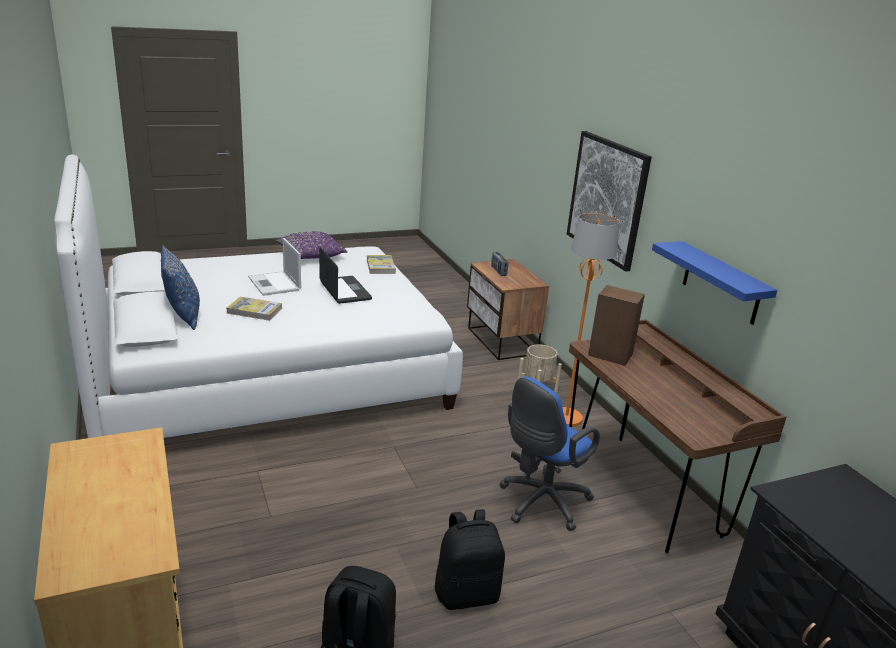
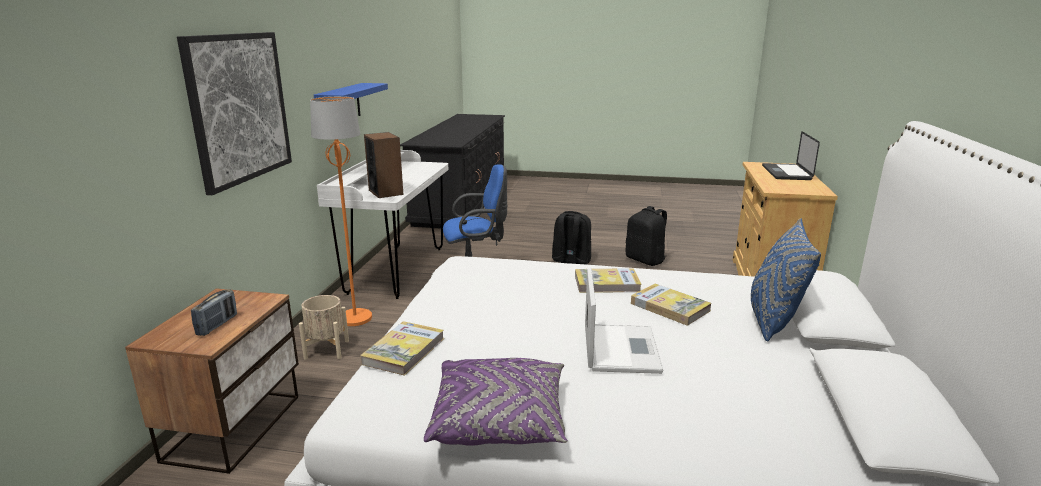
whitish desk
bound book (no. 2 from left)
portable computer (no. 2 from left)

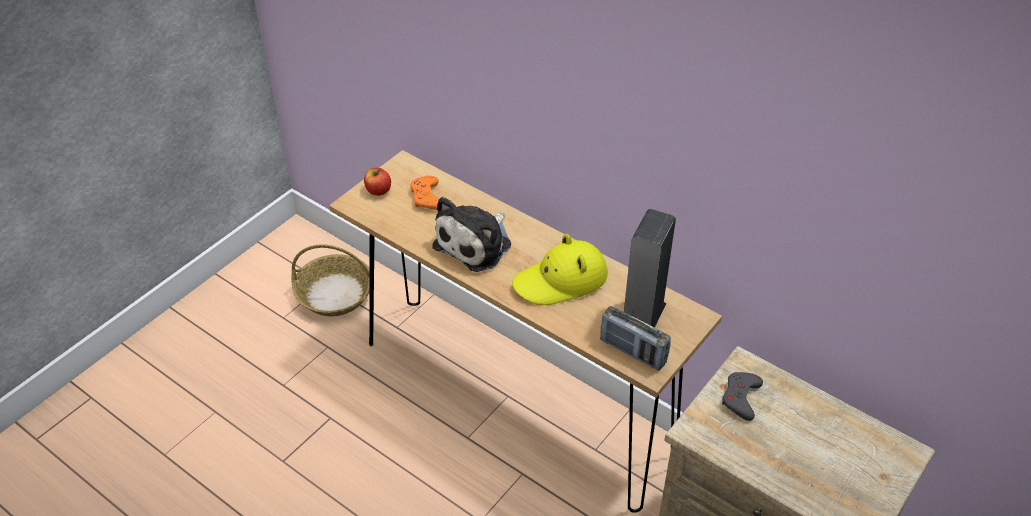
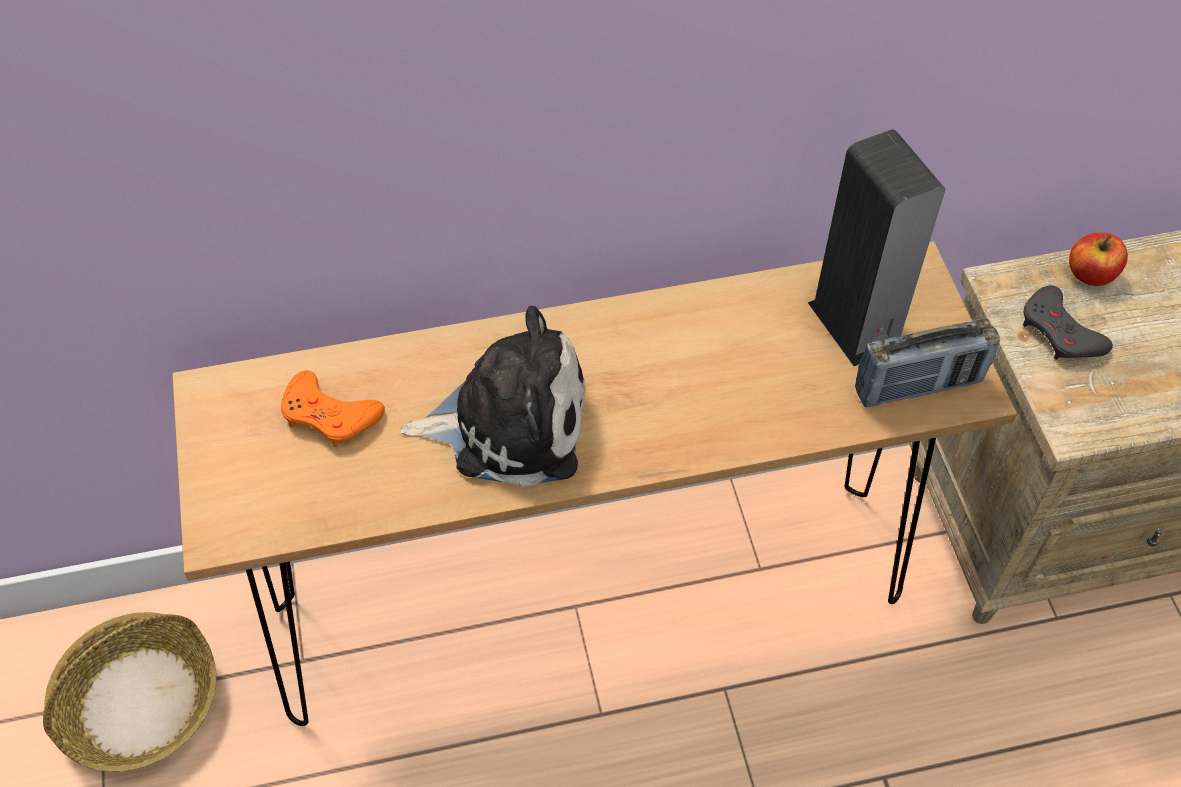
plush toy
whole apple
yellowish hat

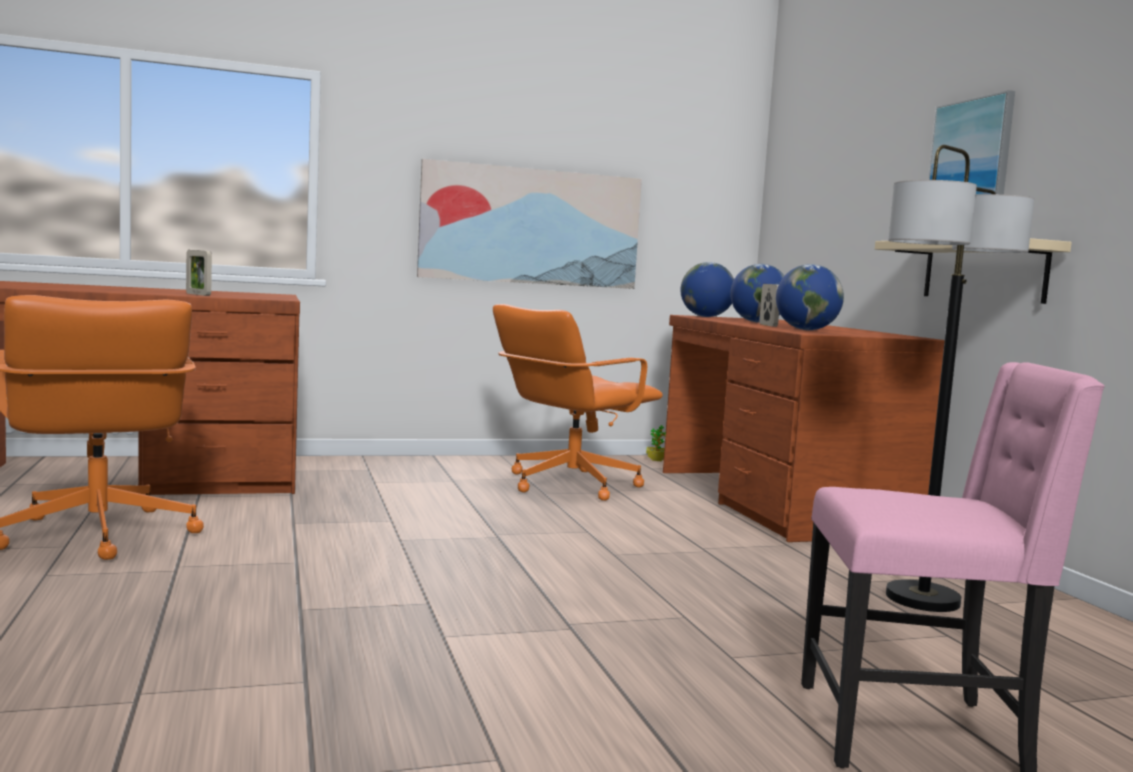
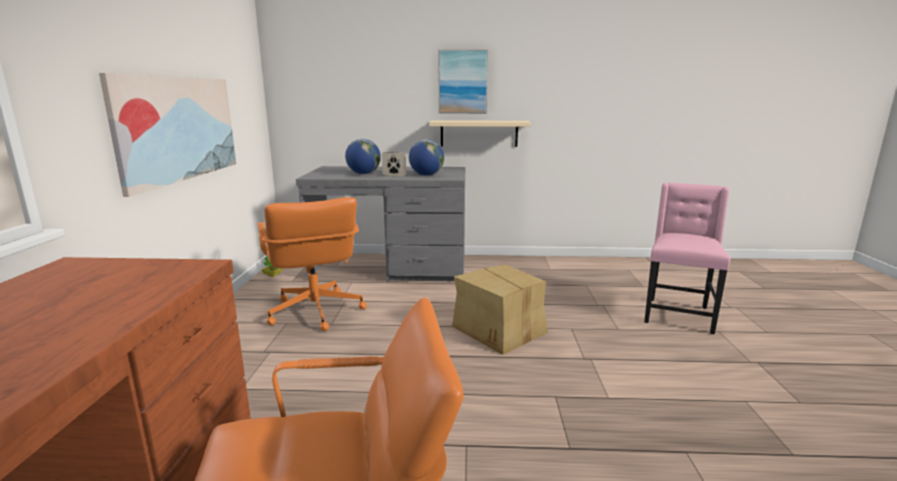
greyish desk
packing box
photo frame (no. 1 from left in the first image)
world globe (no. 1 from left in the first image)
floor lamp

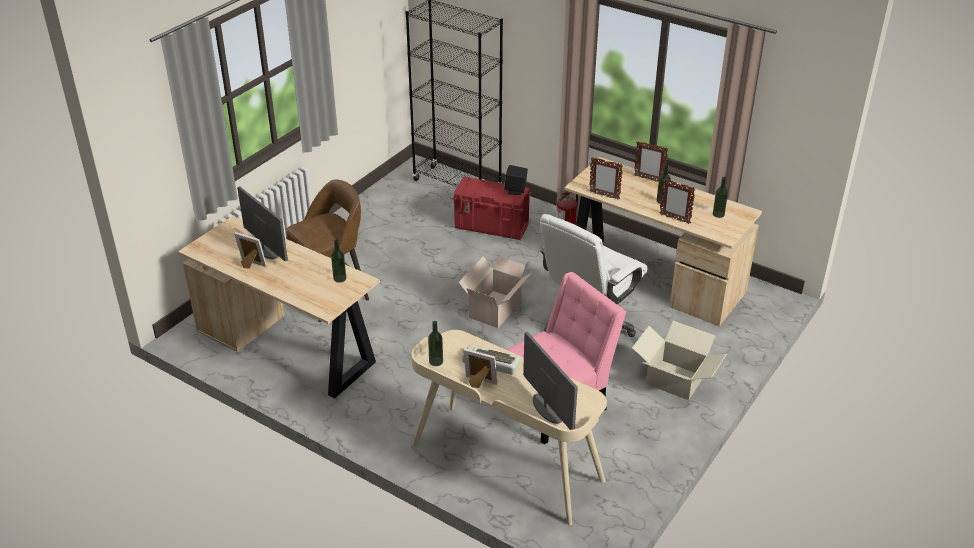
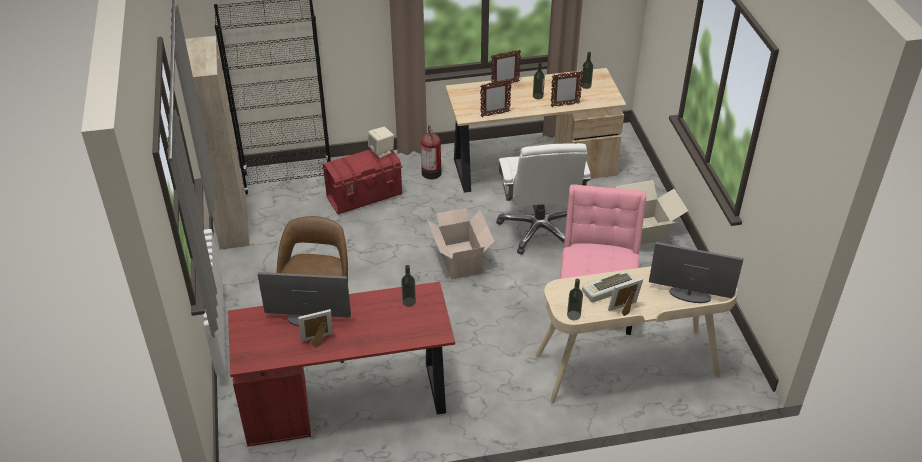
beige cabinet
reddish desk
beige audio speaker

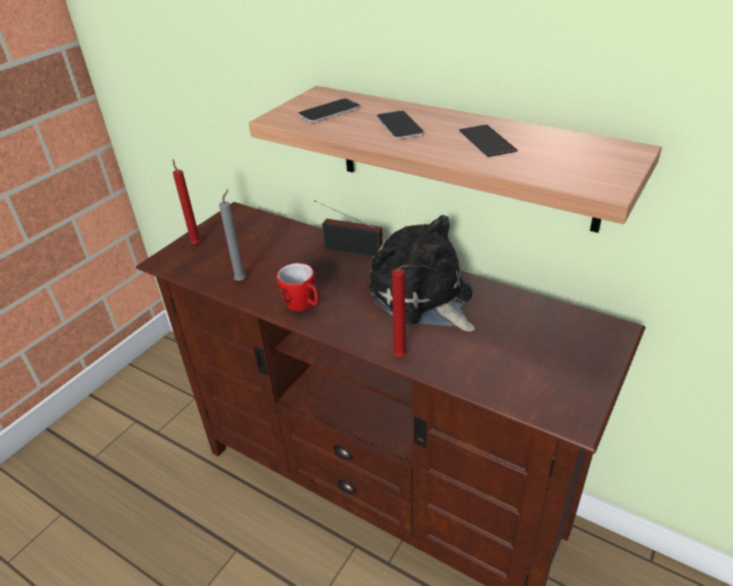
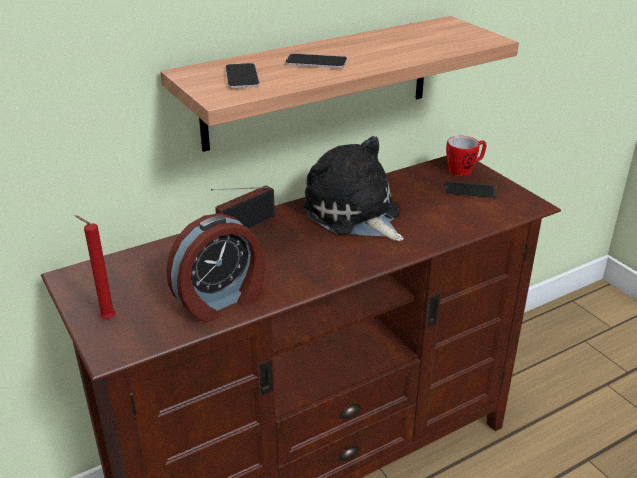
table clock
plush toy
telephone (no. 3 from left)
mug
reddish candle (no. 2 from left in the first image)

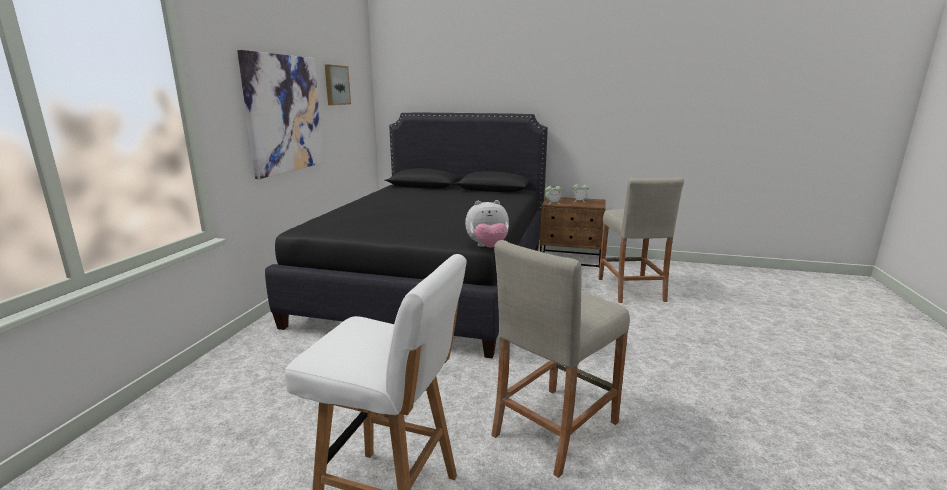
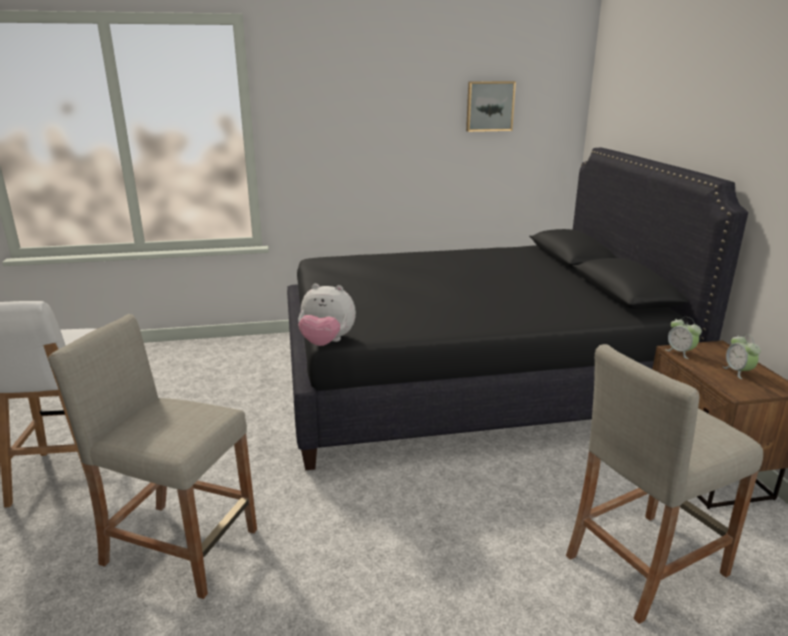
plush toy
picture (no. 1 from left in the first image)

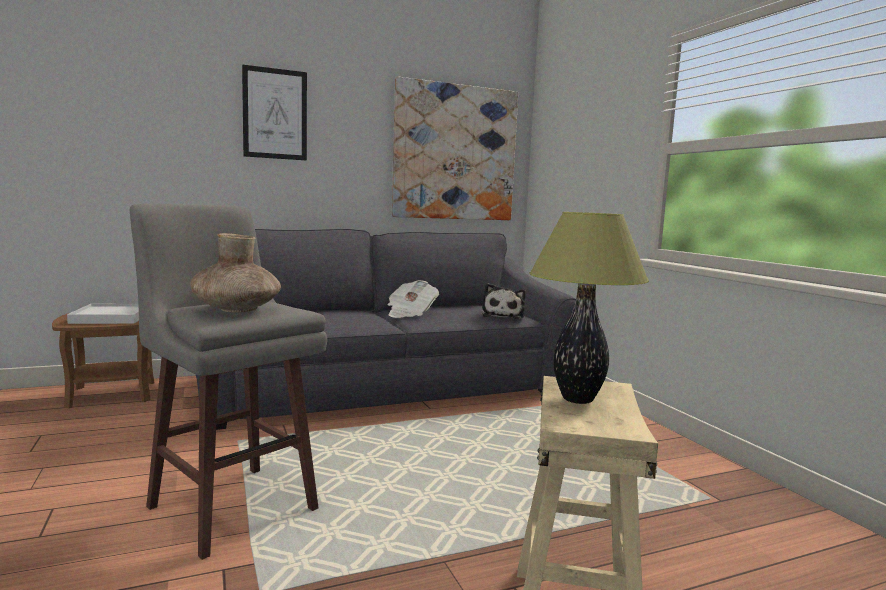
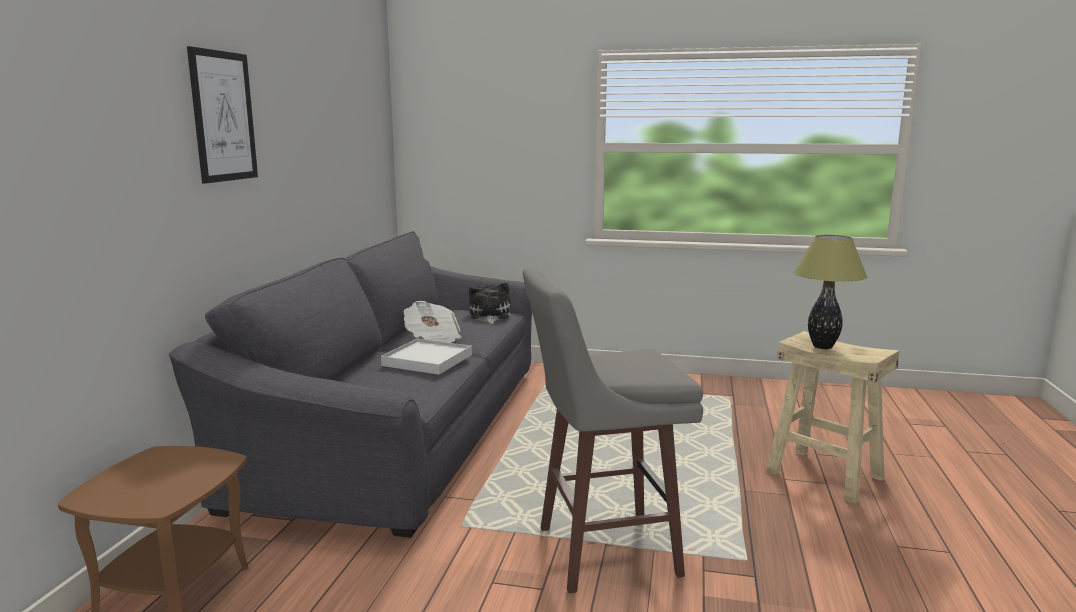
whitish tray
plush toy
brownish flower vase
picture (no. 2 from left in the first image)

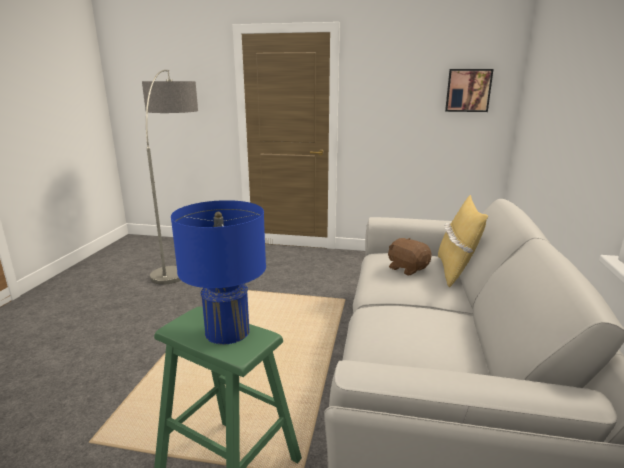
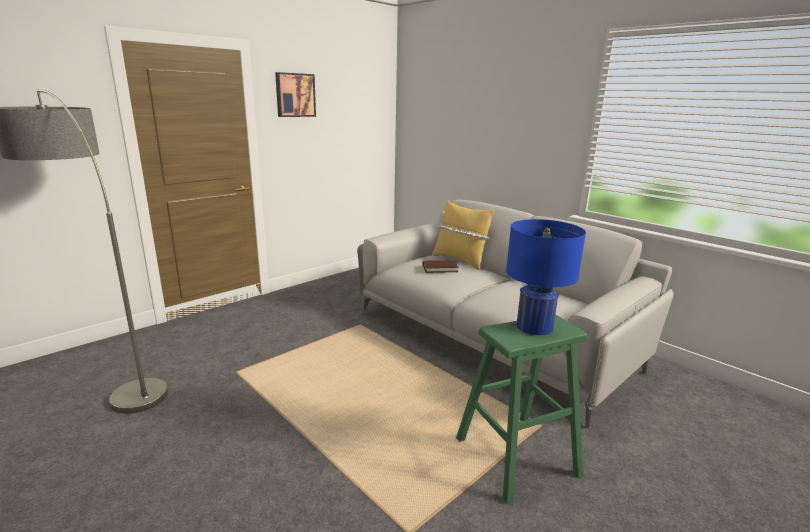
picture
brownish bound book

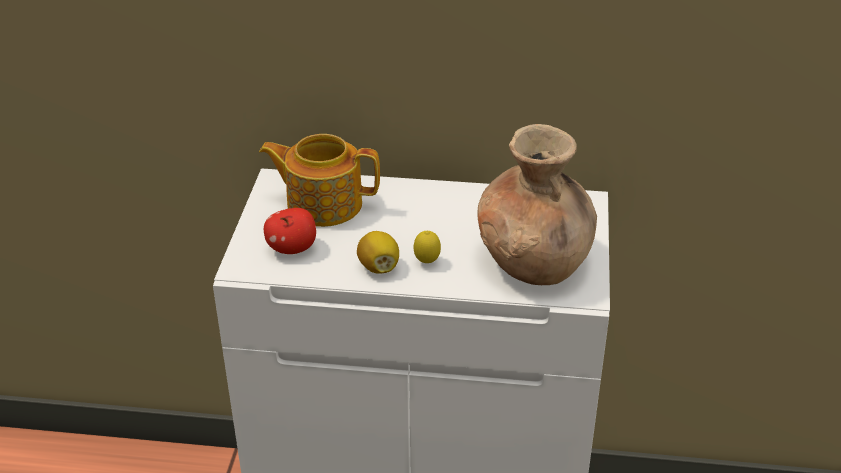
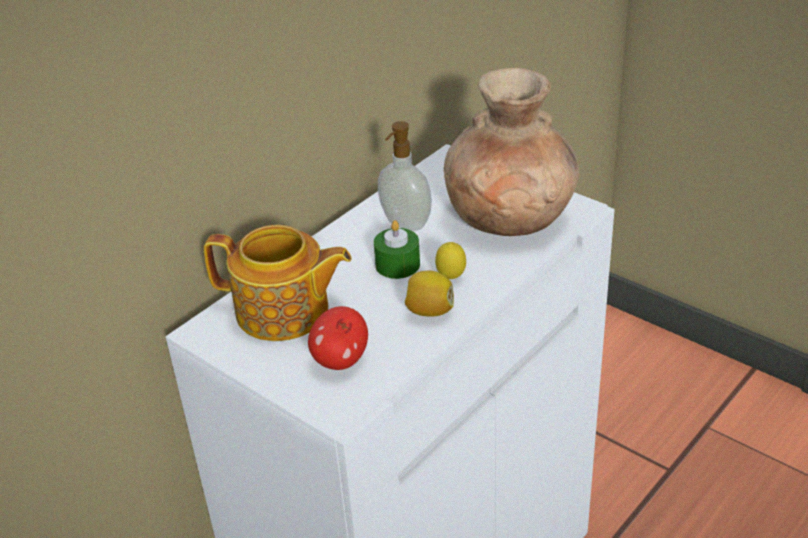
tea pot
green-coloured candle
soap dispenser

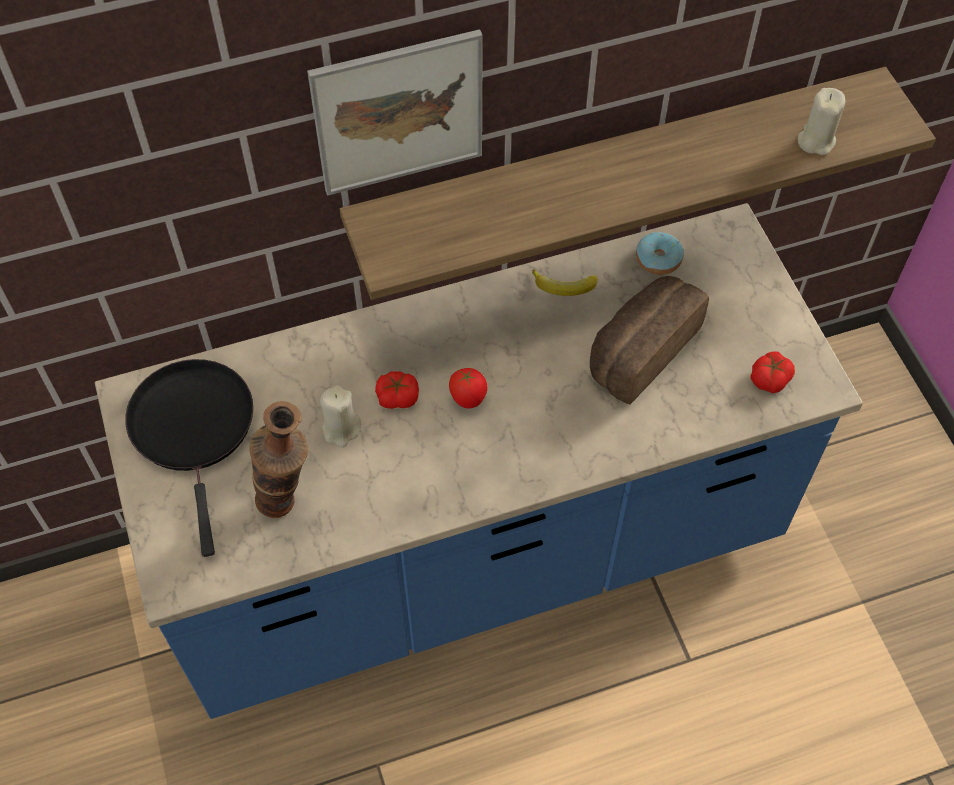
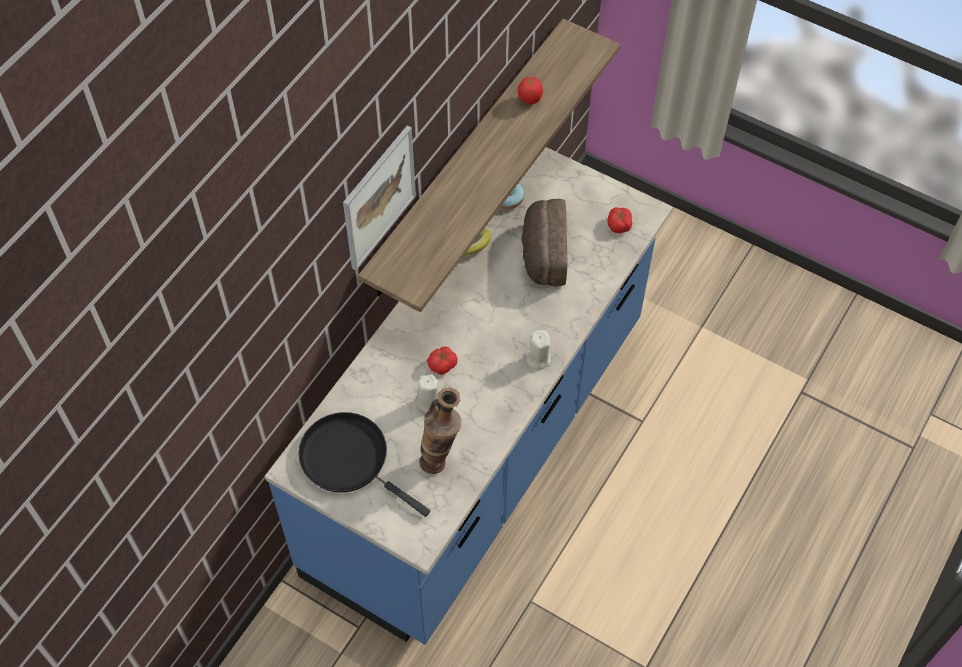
fresh tomato (no. 2 from left)
beige candle (no. 2 from left)

